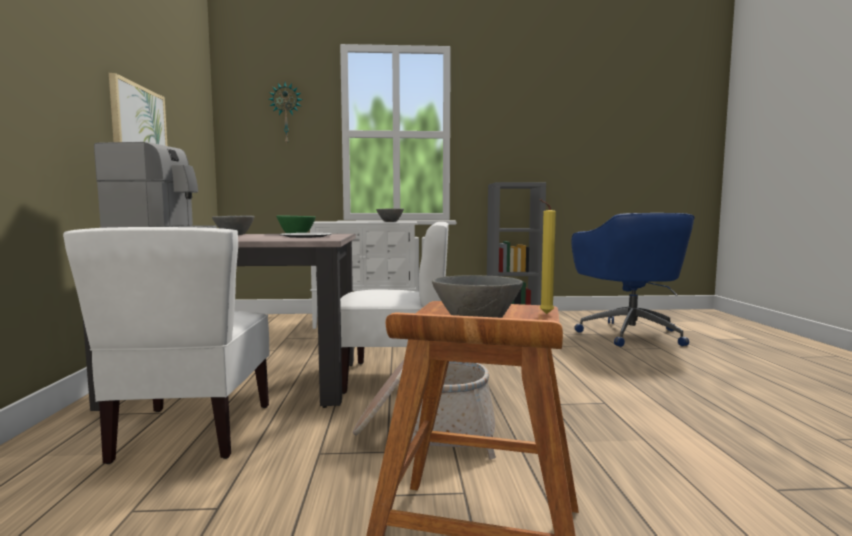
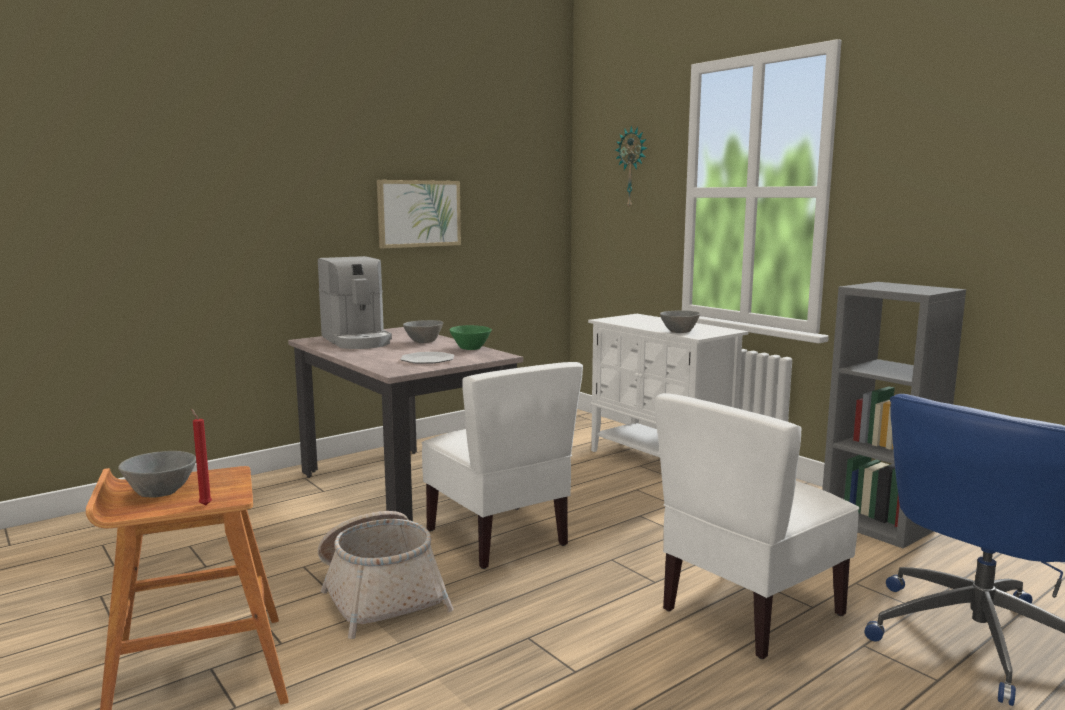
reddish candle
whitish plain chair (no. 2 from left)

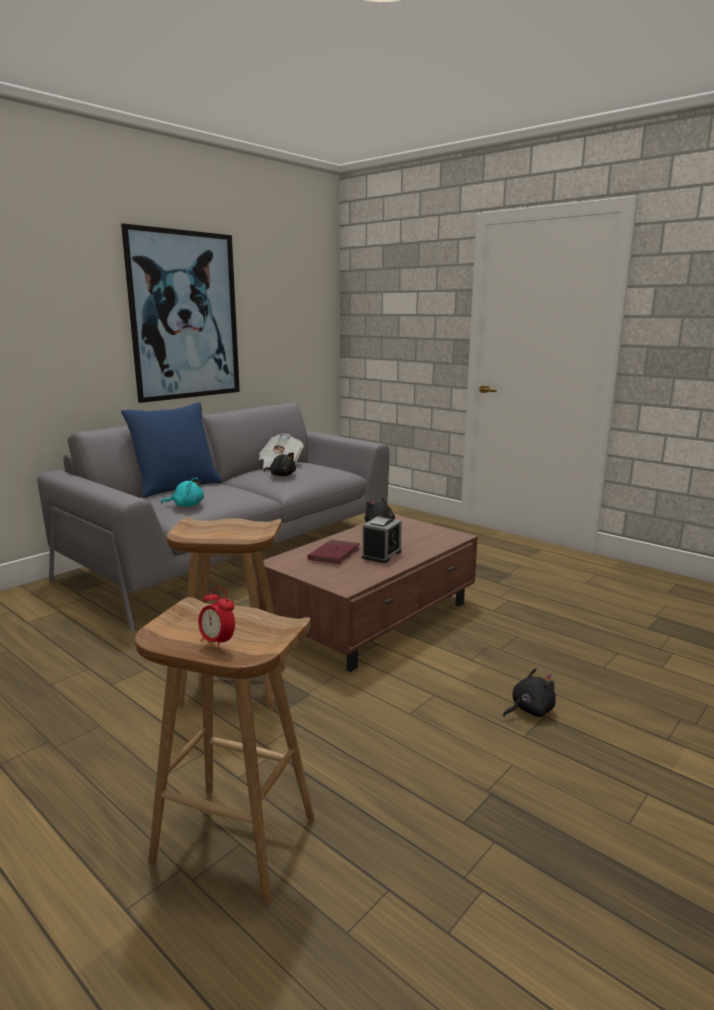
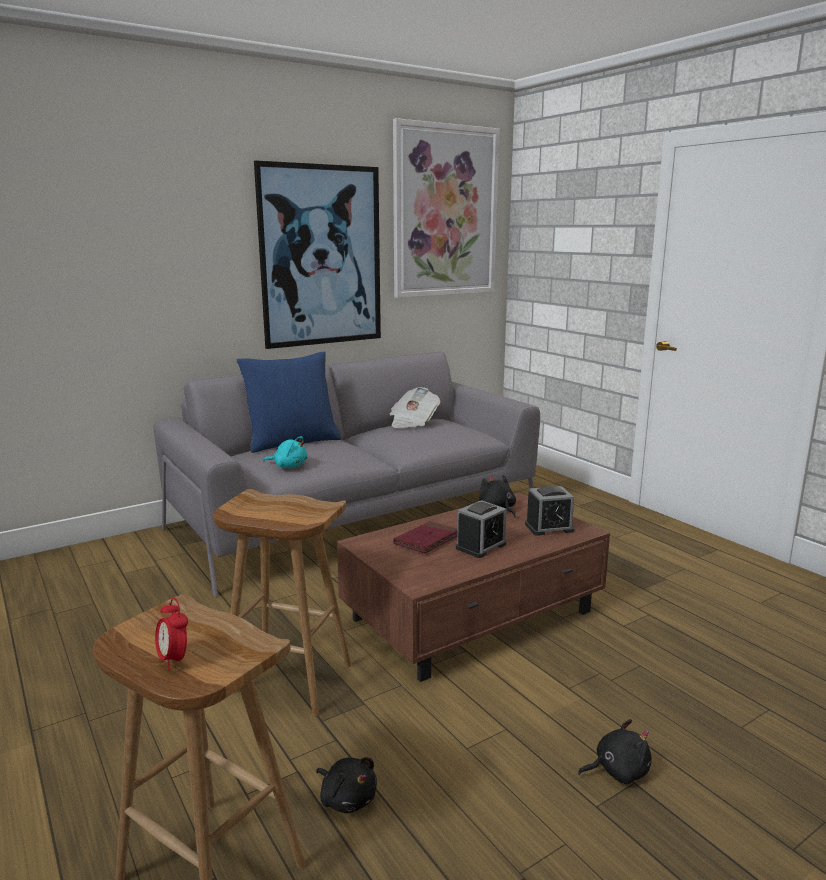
blackish plush toy (no. 1 from left)
picture (no. 2 from left)
table clock (no. 3 from left)

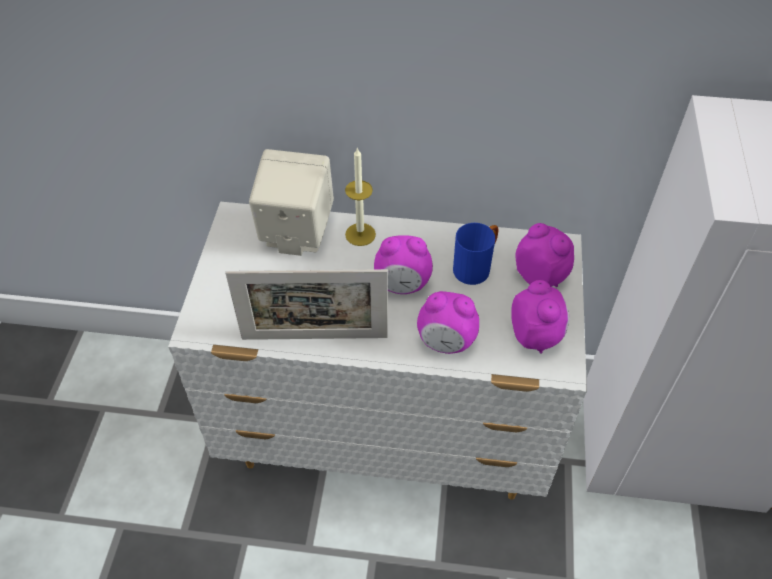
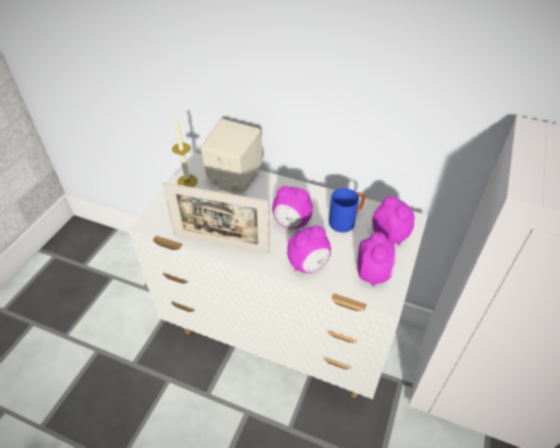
candle
table clock (no. 2 from left)

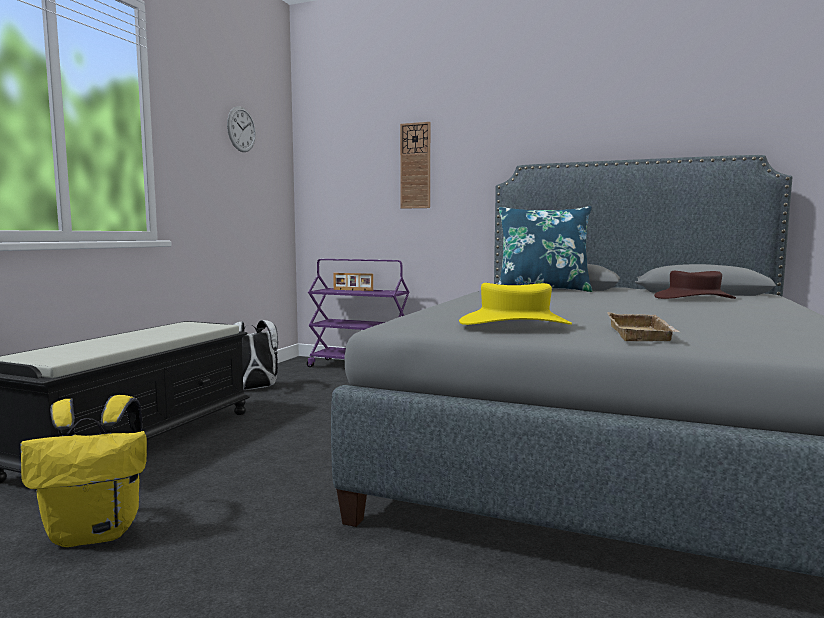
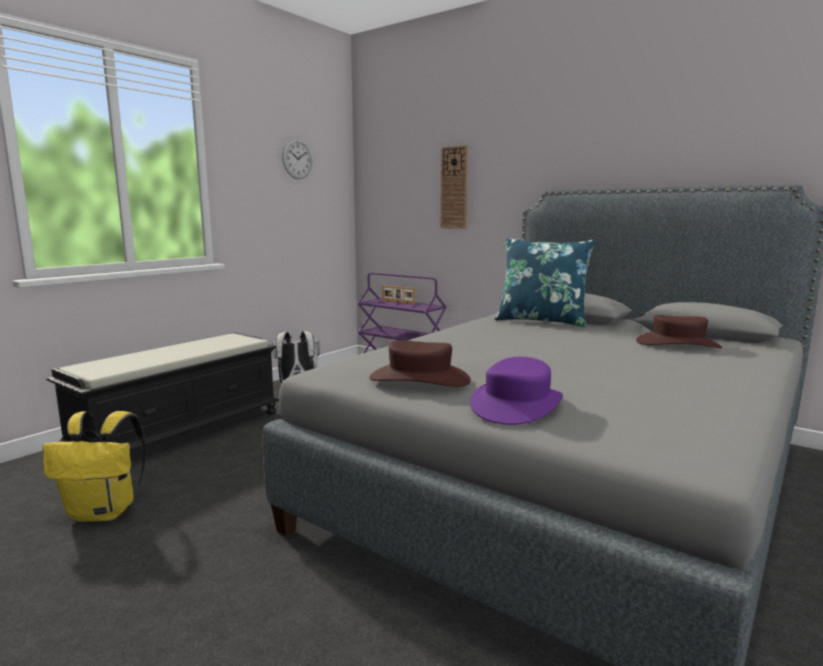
brownish hat (no. 1 from left)
purplish hat

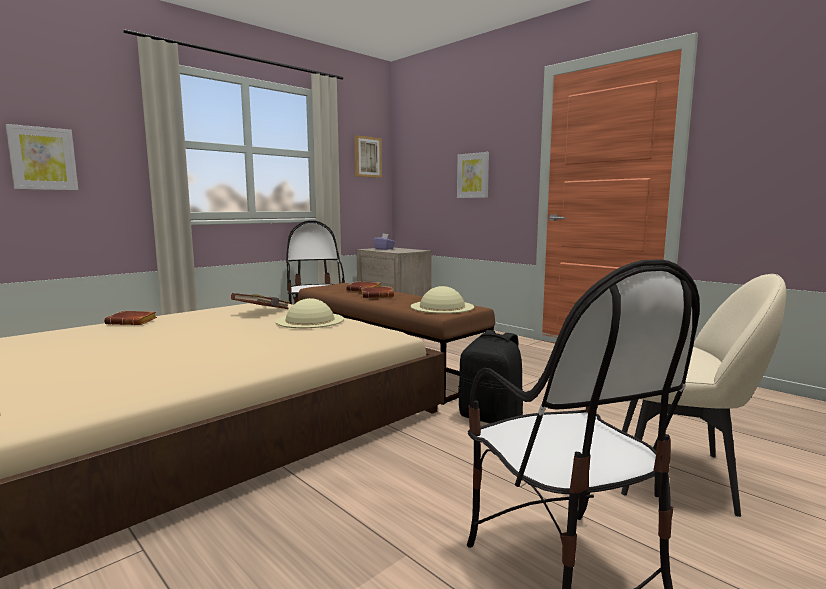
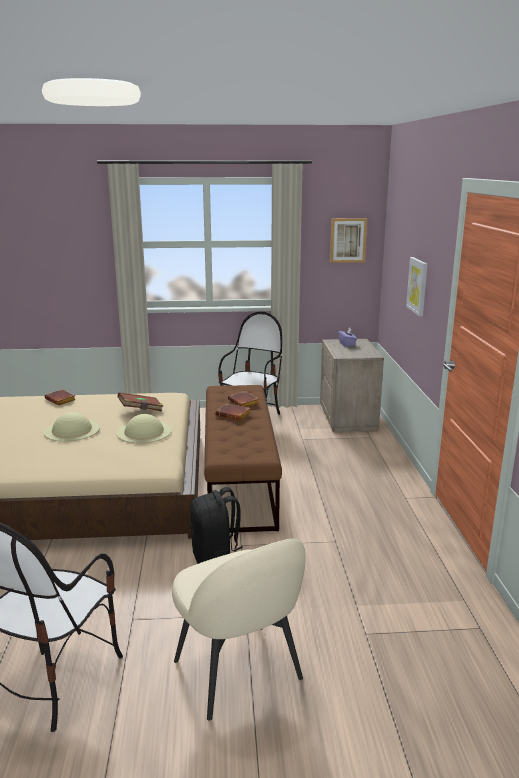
beige hat (no. 1 from left)
picture (no. 1 from left in the first image)

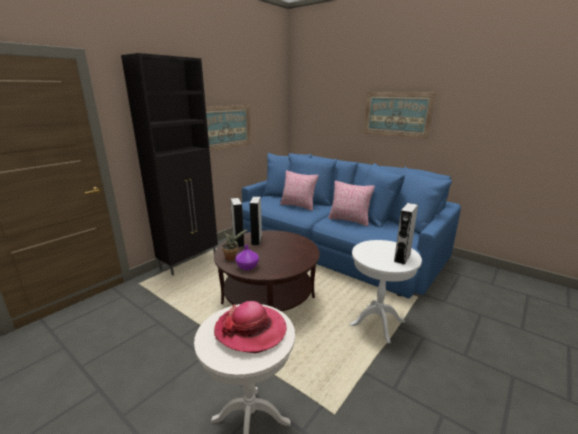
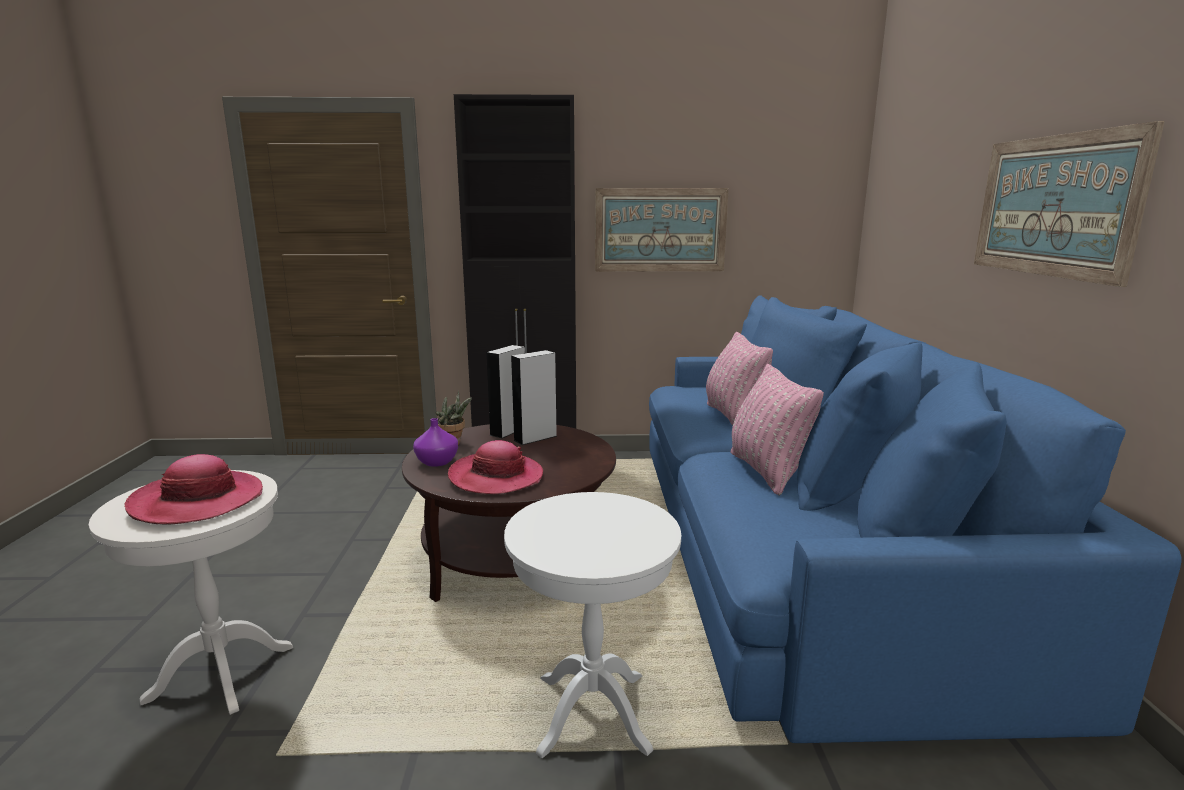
hat (no. 2 from left)
greyish audio speaker (no. 3 from left in the first image)

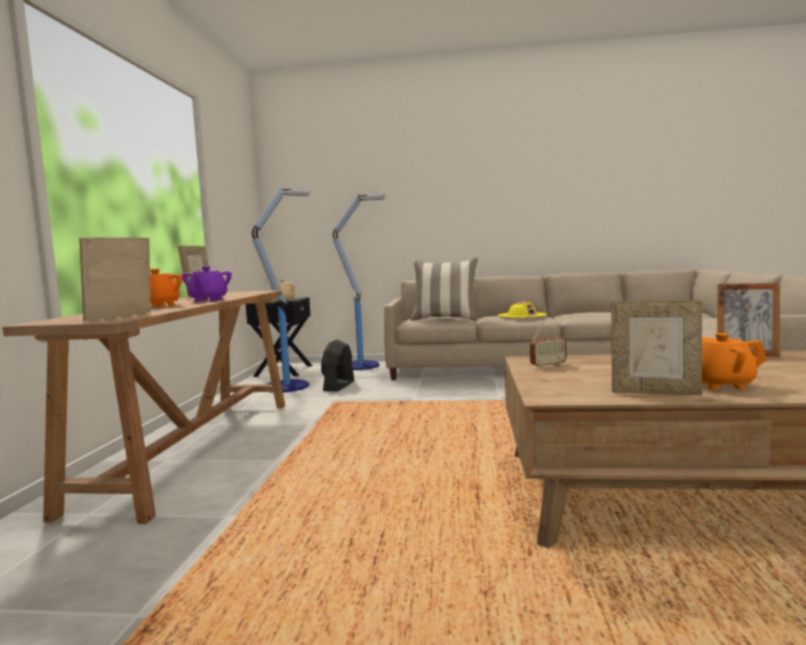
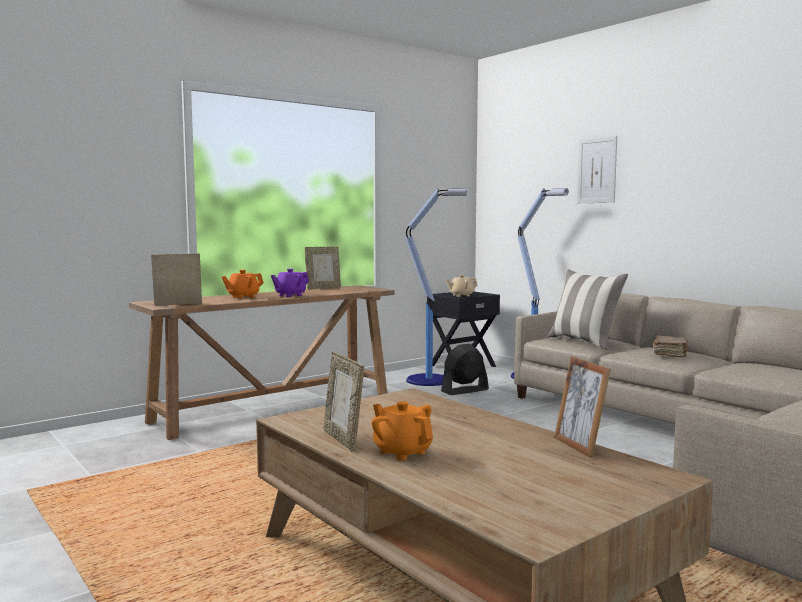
picture
brownish bound book
radio

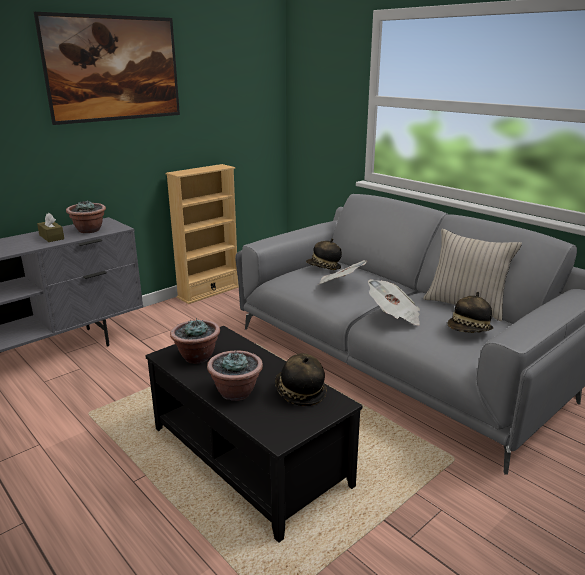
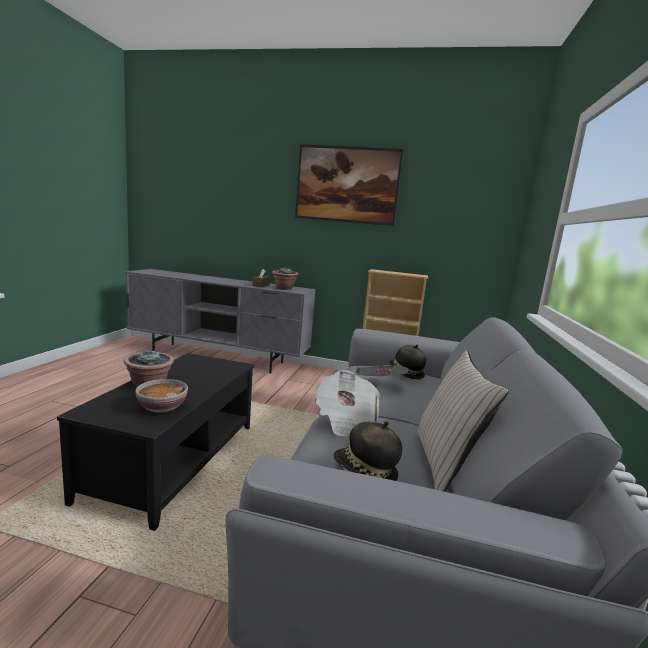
deep dish
houseplant (no. 2 from left in the first image)

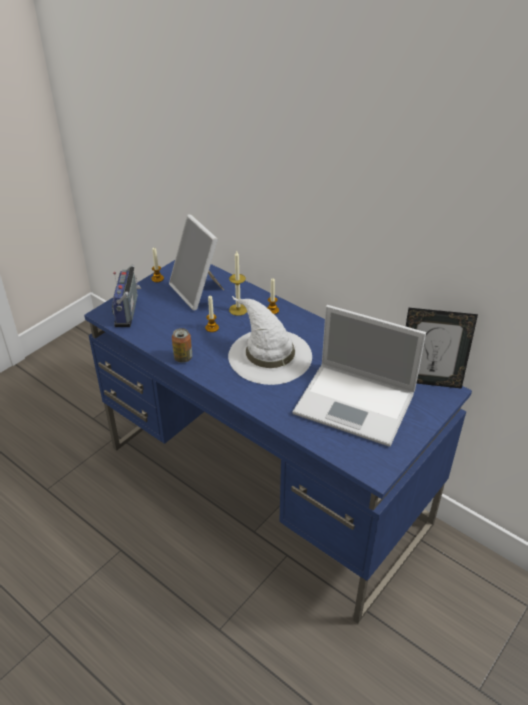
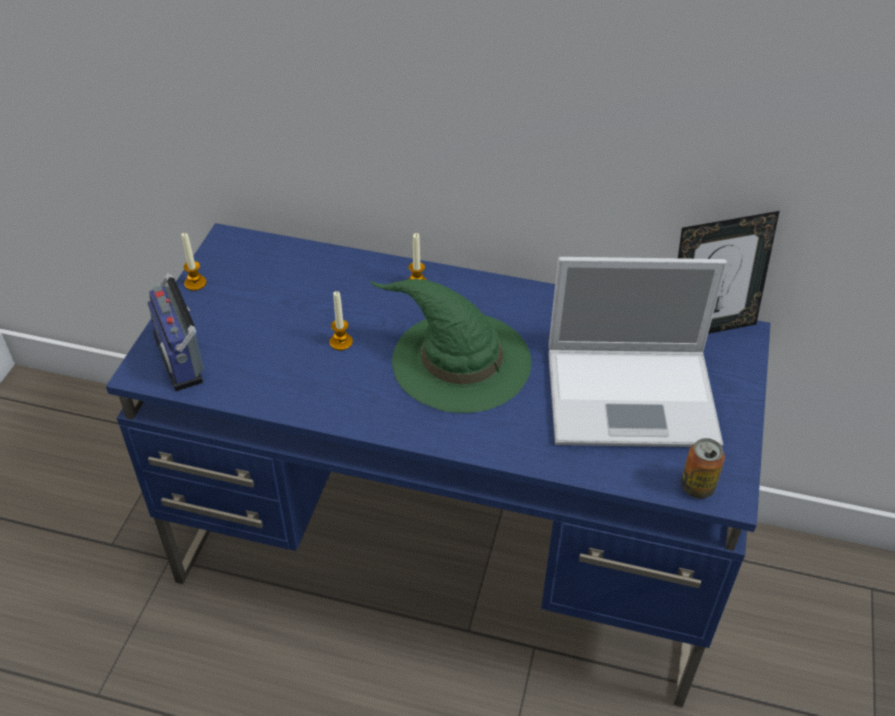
green-coloured hat
sealed can
photo frame (no. 1 from left in the first image)
candle (no. 3 from left in the first image)

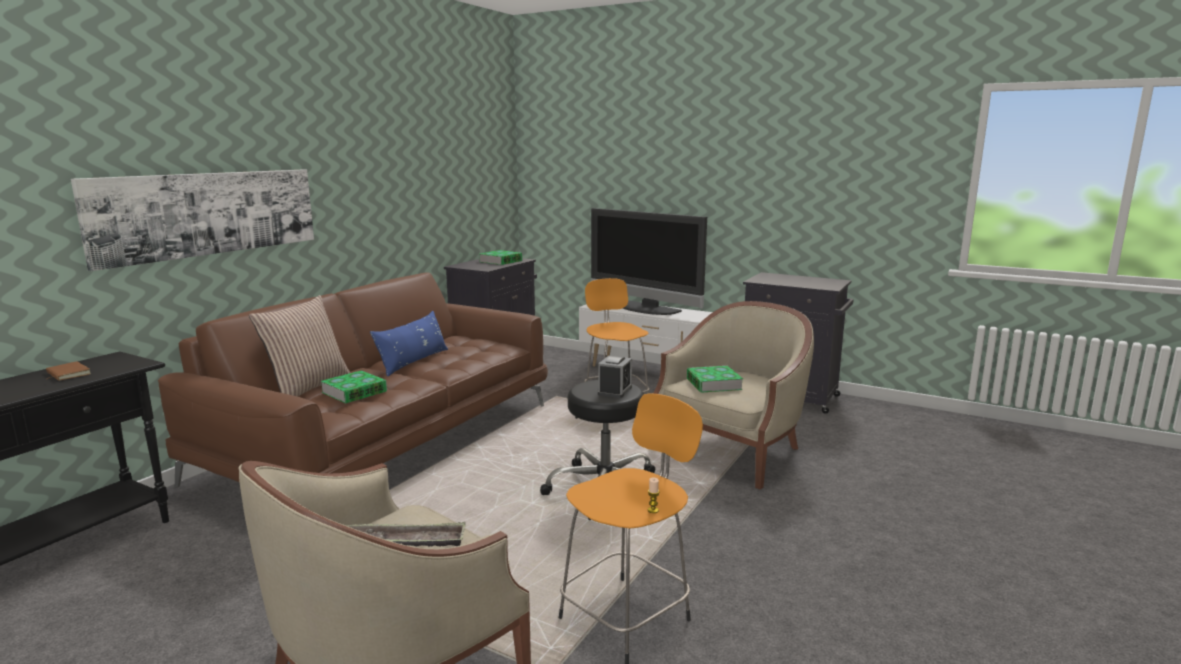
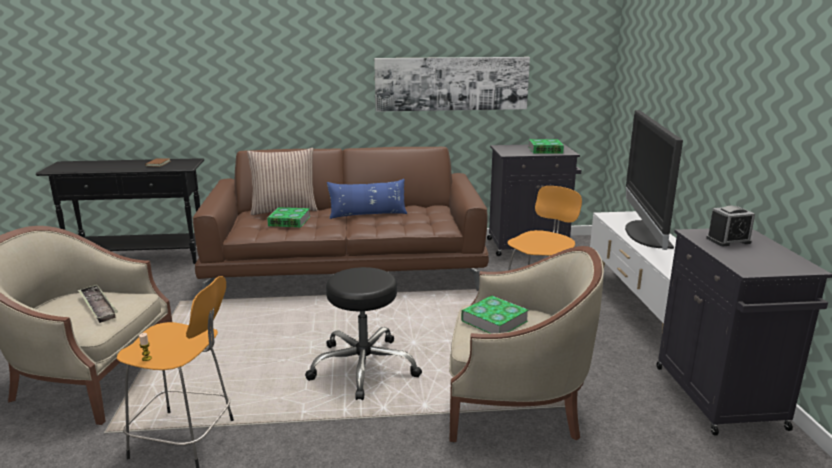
picture
table clock

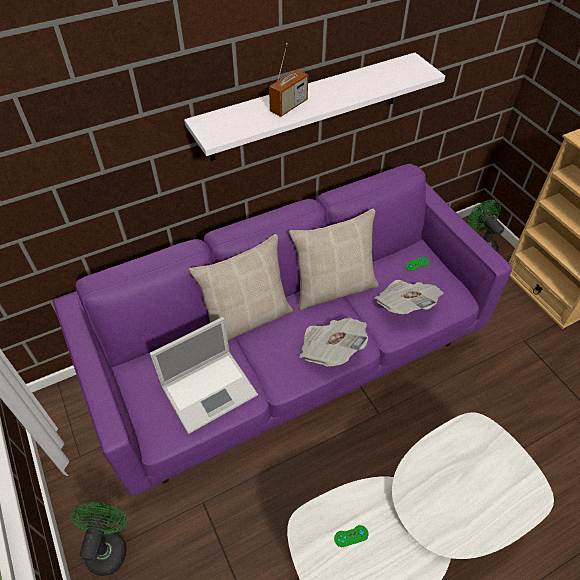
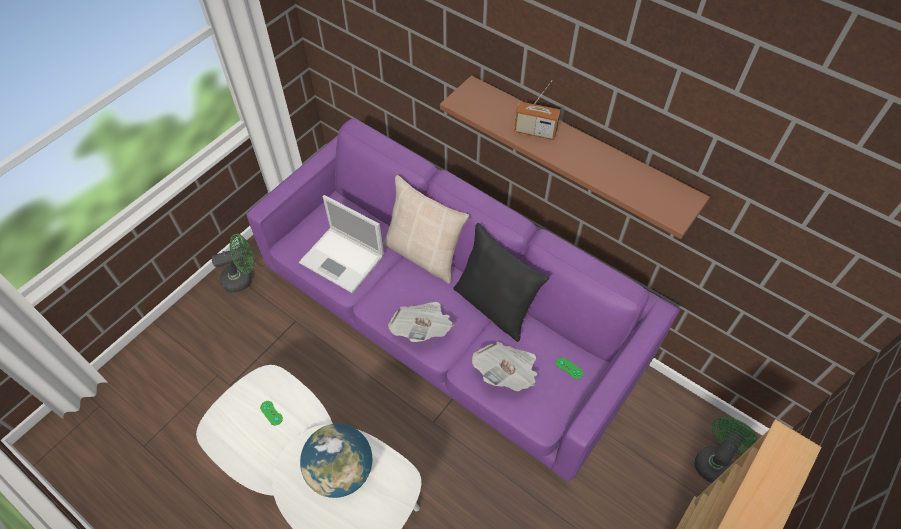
world globe
brownish shelf
blackish cushion

